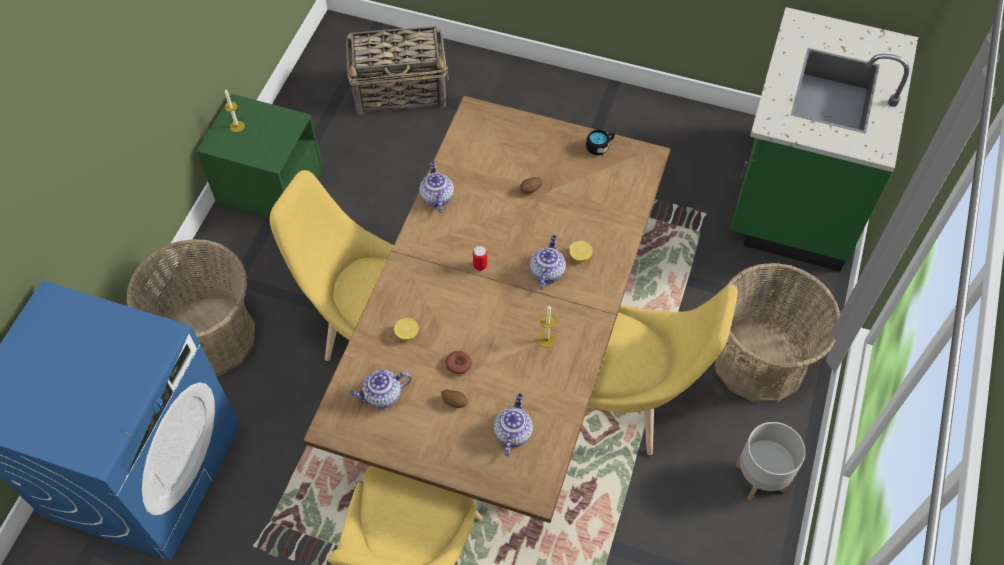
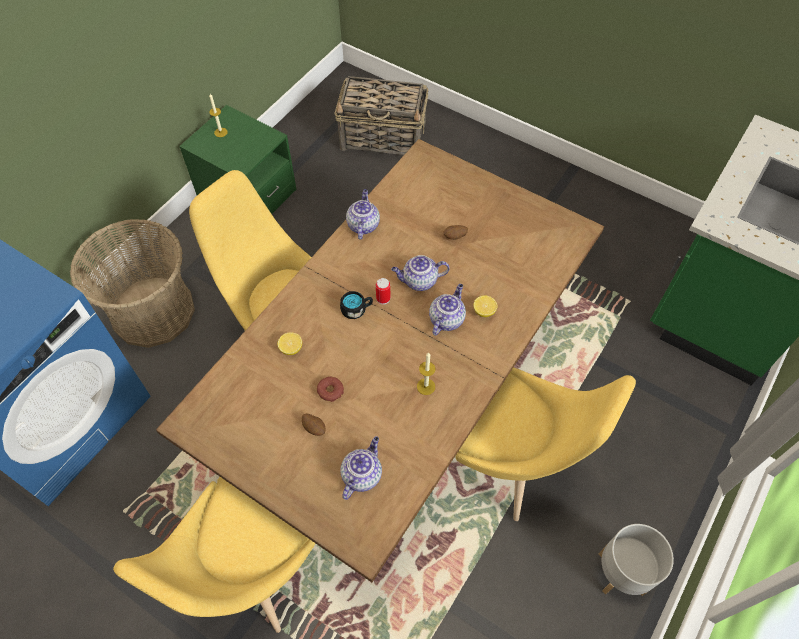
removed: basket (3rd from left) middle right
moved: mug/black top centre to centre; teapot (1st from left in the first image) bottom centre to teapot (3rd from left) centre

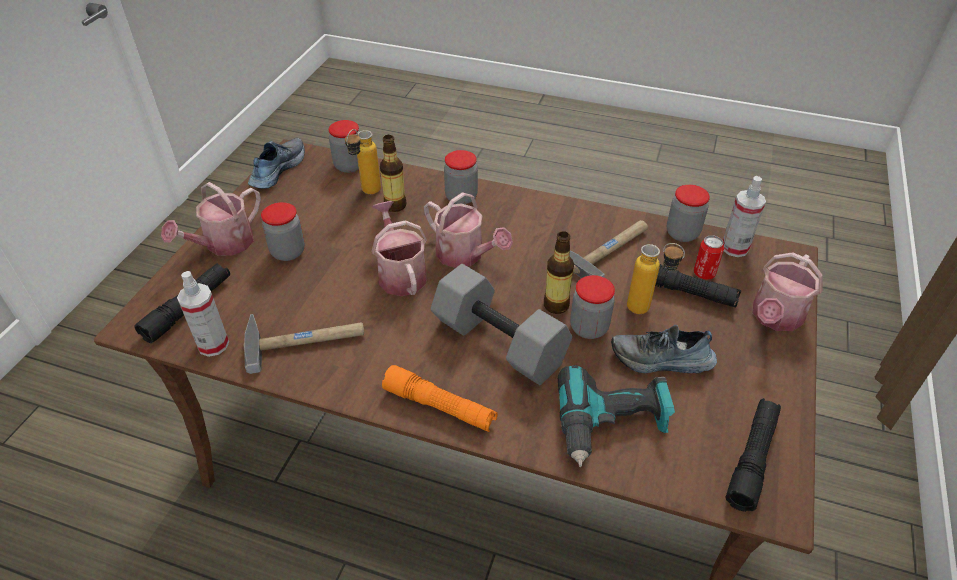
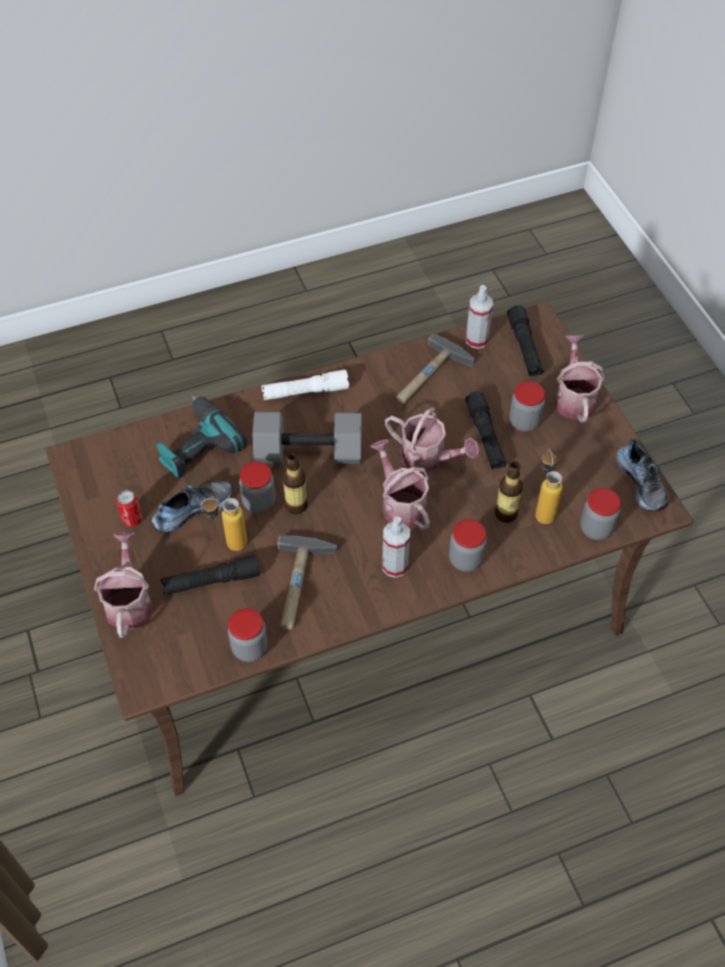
moved: spray bottle (2nd from left in the first image) middle right to spray bottle (1st from left) centre; can middle right to middle left; flashlight/black (3rd from left in the first image) bottom right to flashlight/black (2nd from left) middle right
recoloured: flashlight/orange bottom centre to flashlight/white centre
turned: watering can (3rd from left in the first image) centre = centre 60 degrees clockwise

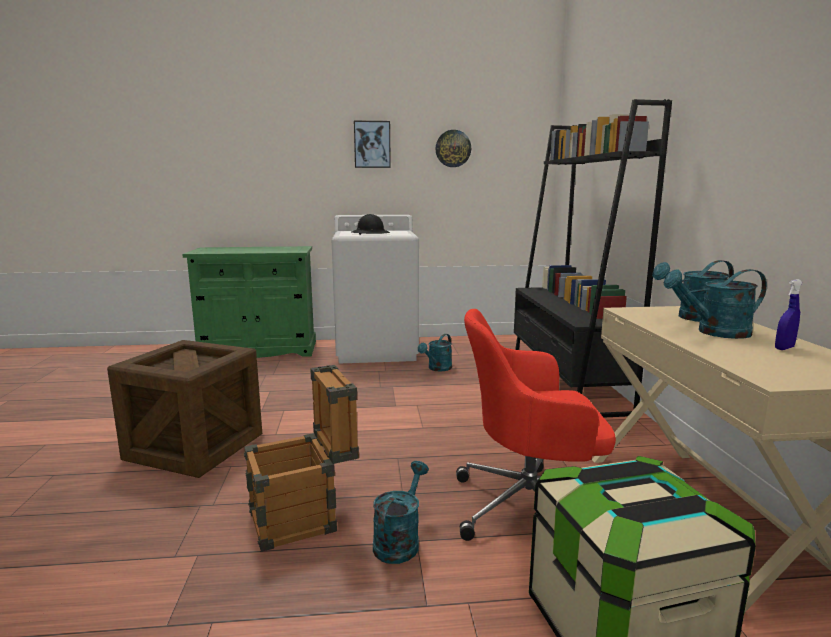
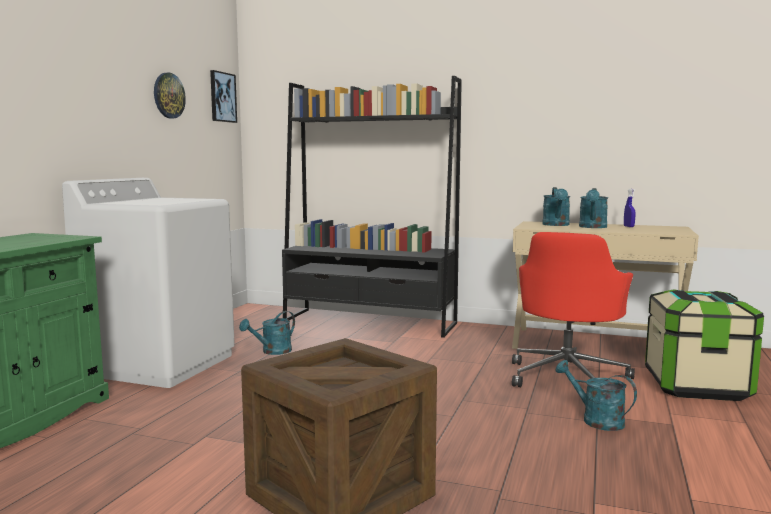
removed: hard hat/black centre; crate (2nd from left) bottom centre
moved: picture top centre to top left
turned: watering can/turquoise (2nd from left in the first image) centre = centre 75 degrees clockwise

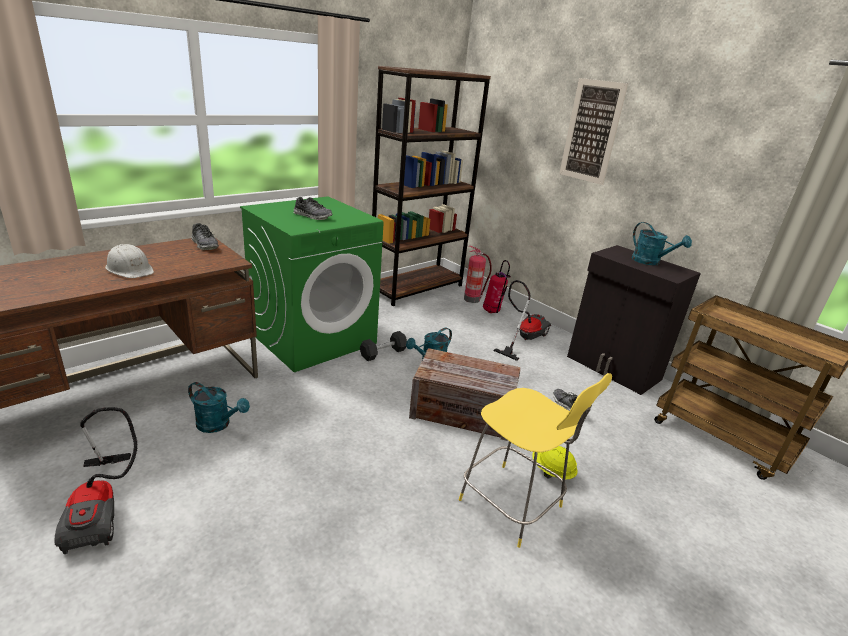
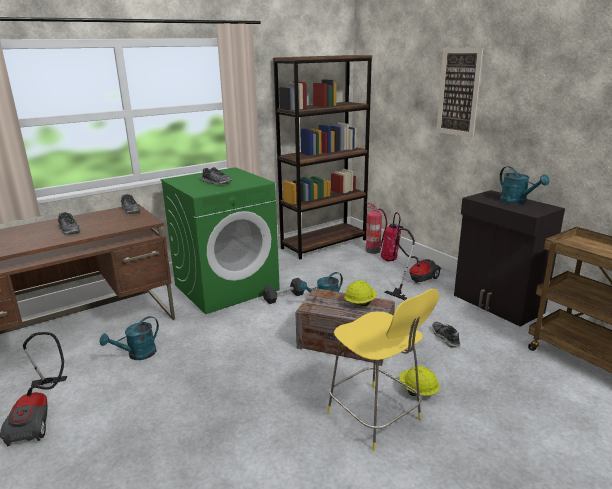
added: hard hat/yellow (1st from left) centre
replaced: hard hat/white middle left to shoe (1st from left) middle left
turned: watering can/turquoise (1st from left) middle left = bottom left 105 degrees clockwise

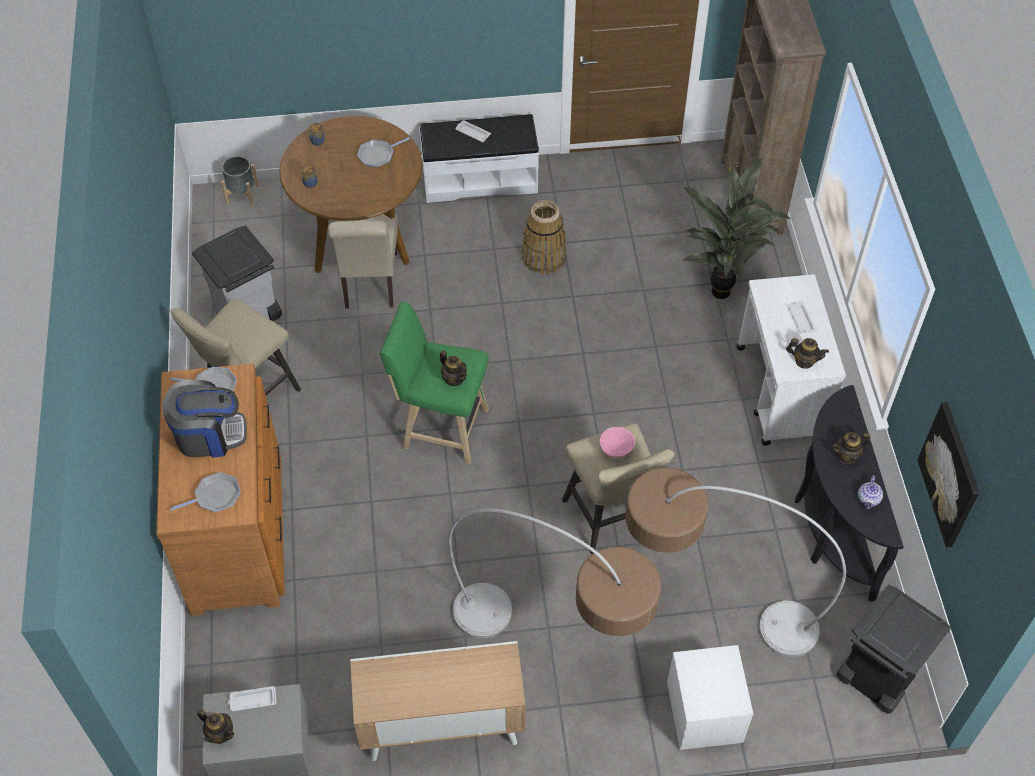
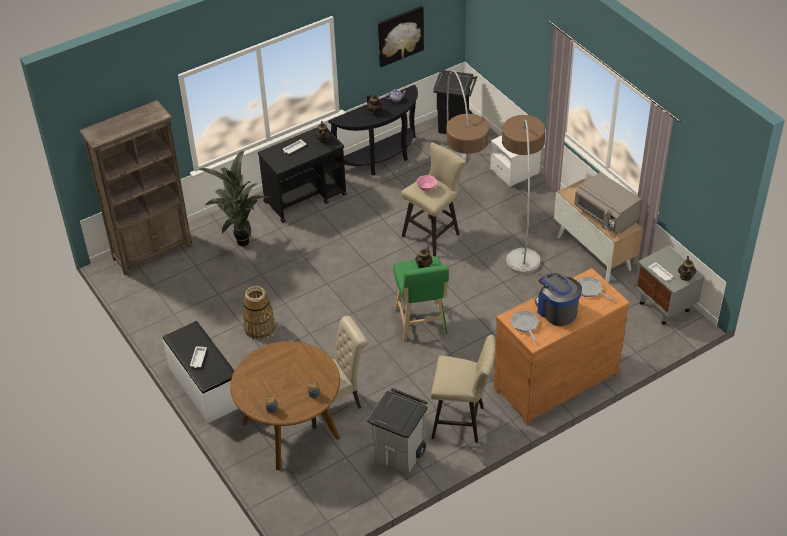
removed: frying pan (3rd from left) top centre; planter/grey top left
added: microwave/grey middle right
recoloured: cart/white middle right to cart/black top centre

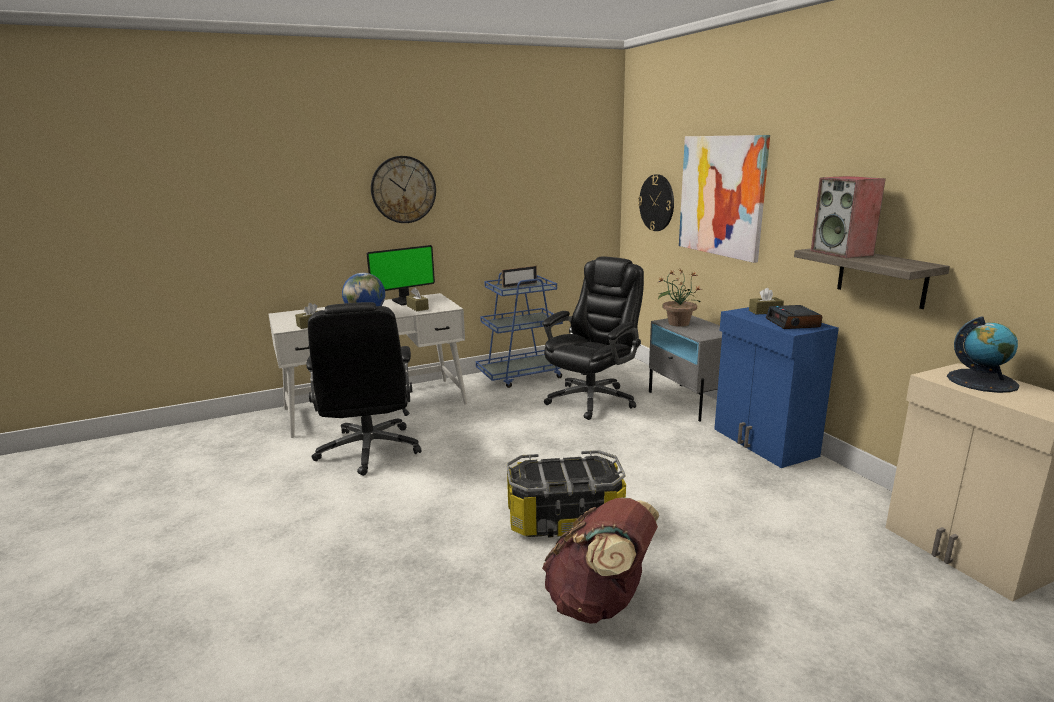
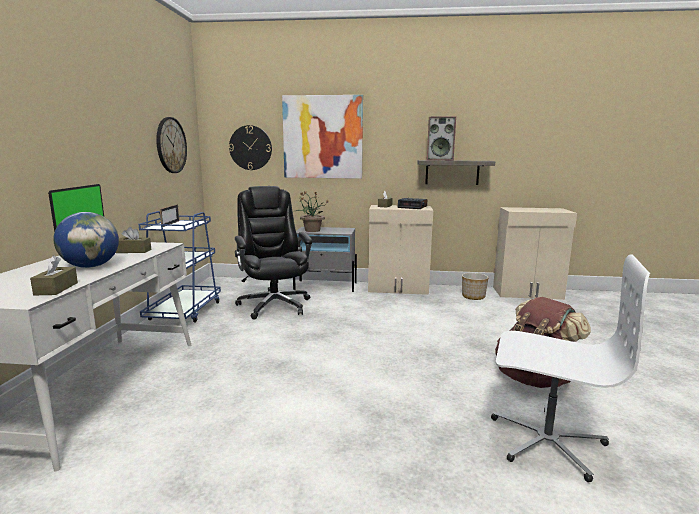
removed: office chair/black (1st from left) centre; globe (2nd from left) middle right; storage box bottom centre
added: office chair/white bottom right; planter middle right
moved: wall clock (1st from left) top centre to top left
recoloured: cabinet/blue middle right to cabinet/beige (1st from left) centre

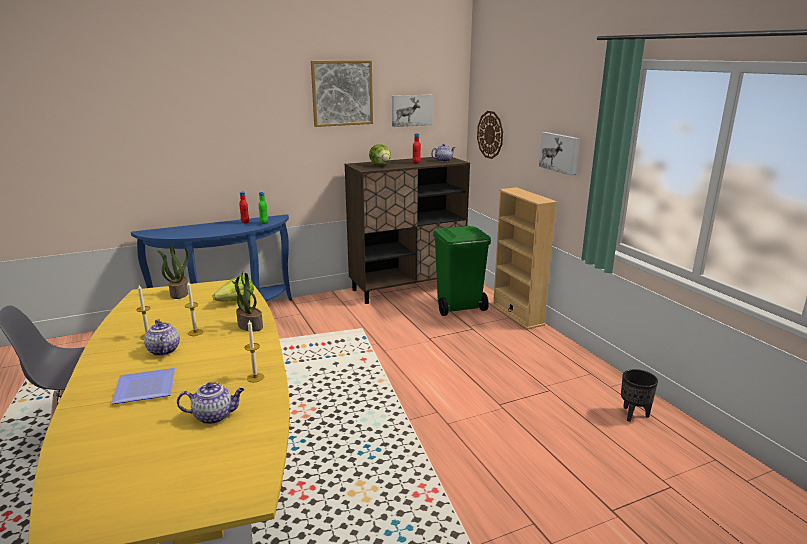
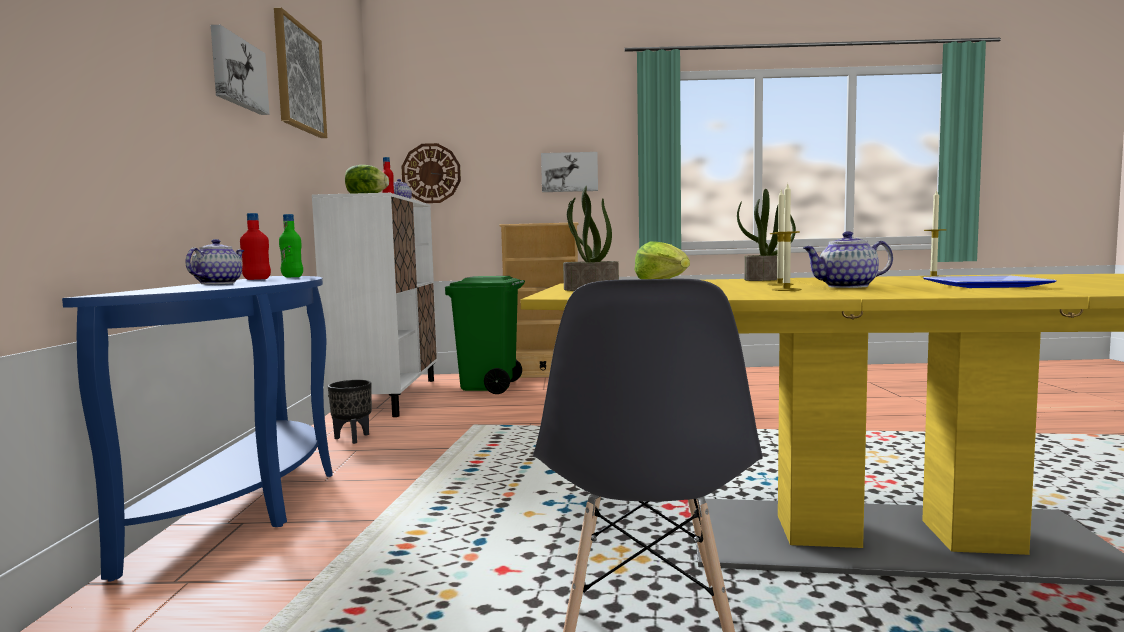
moved: picture (2nd from left in the first image) top centre to picture (1st from left) top left; planter/black bottom right to middle left; teapot (2nd from left in the first image) bottom left to teapot (1st from left) middle left
recoloured: cabinet/brown centre to cabinet/white middle left

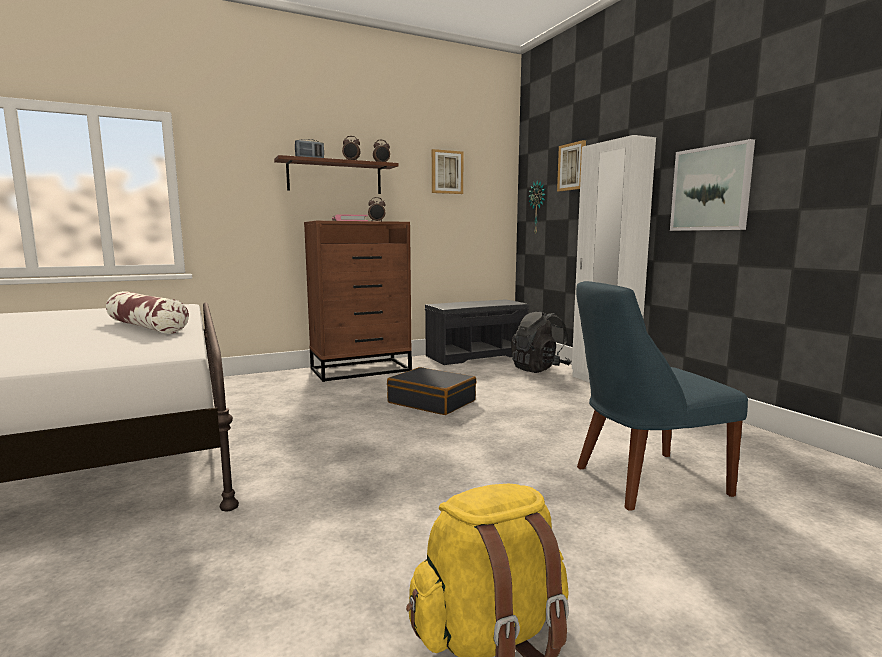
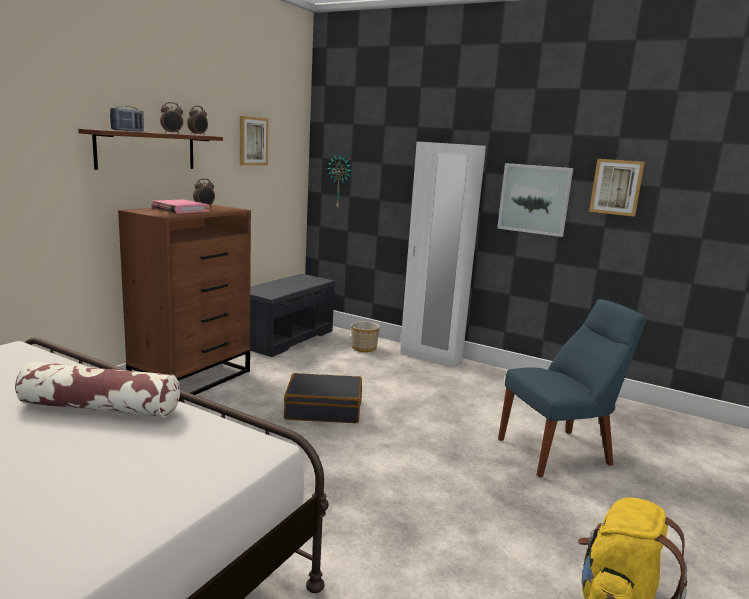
moved: picture (2nd from left in the first image) top centre to picture (3rd from left) top right
replaced: backpack/black centre to planter centre
turned: chair/blue middle right = middle right 150 degrees counterclockwise

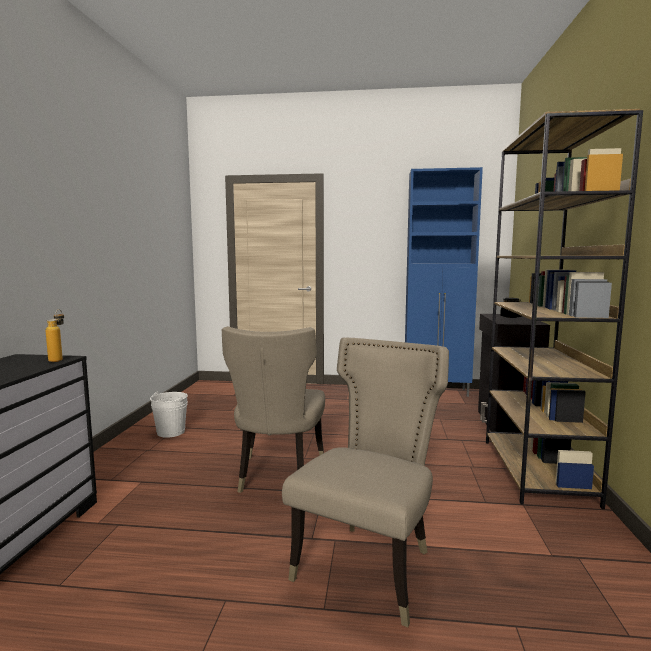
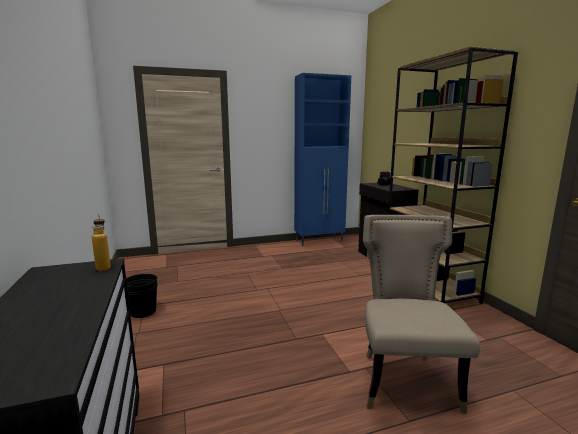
removed: chair/beige (1st from left) centre
recoloured: bucket/white middle left to bucket/black bottom left

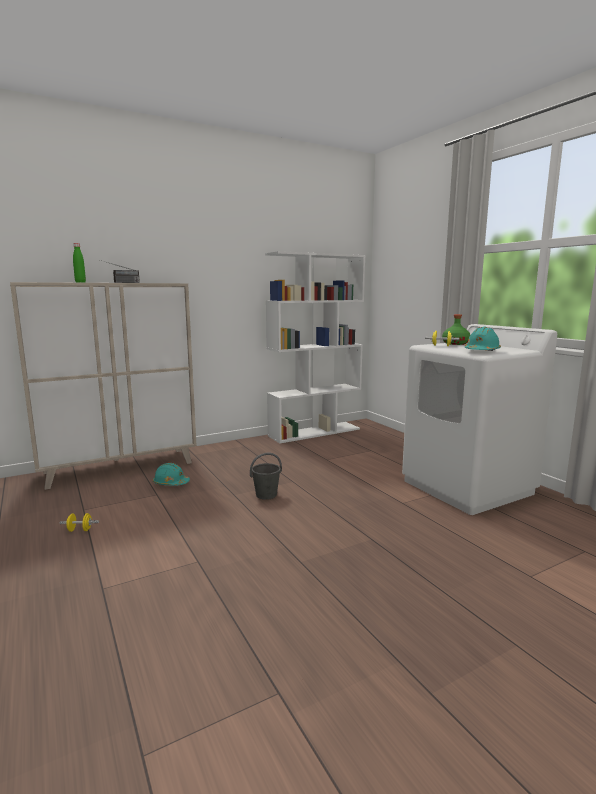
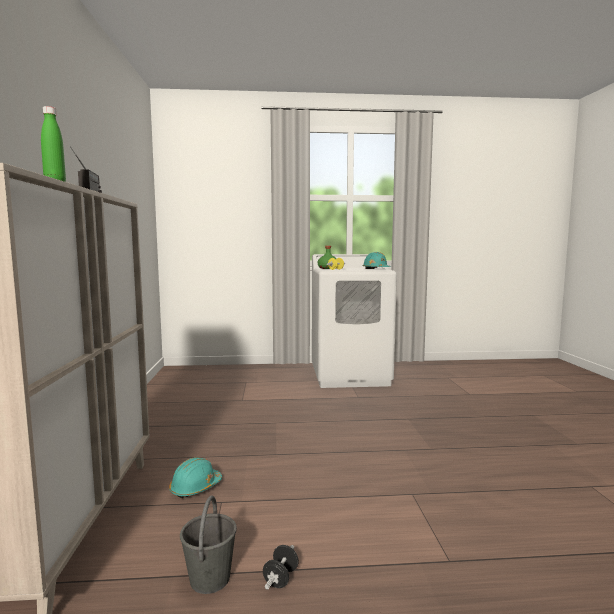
removed: bookcase/white centre
moved: bucket/grey centre to bottom centre
recoloured: dumbbell/yellow (1st from left) middle left to dumbbell/black bottom centre

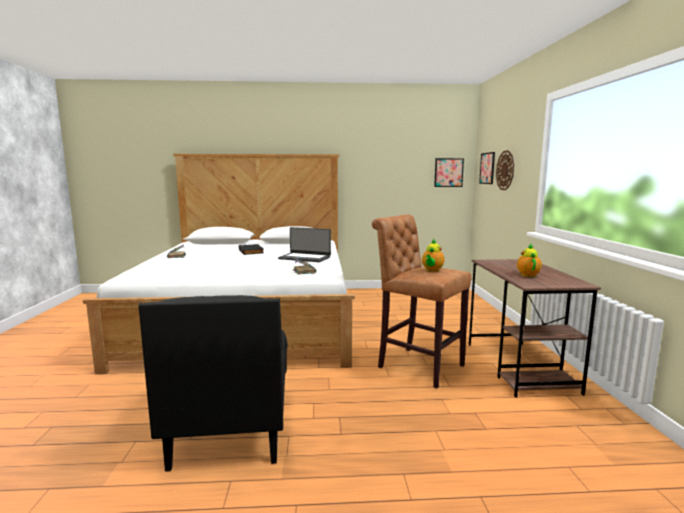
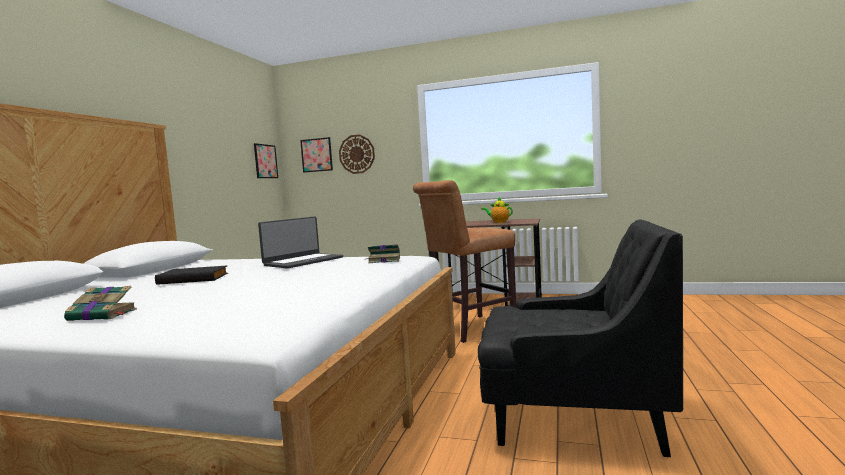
removed: teapot (1st from left) centre

